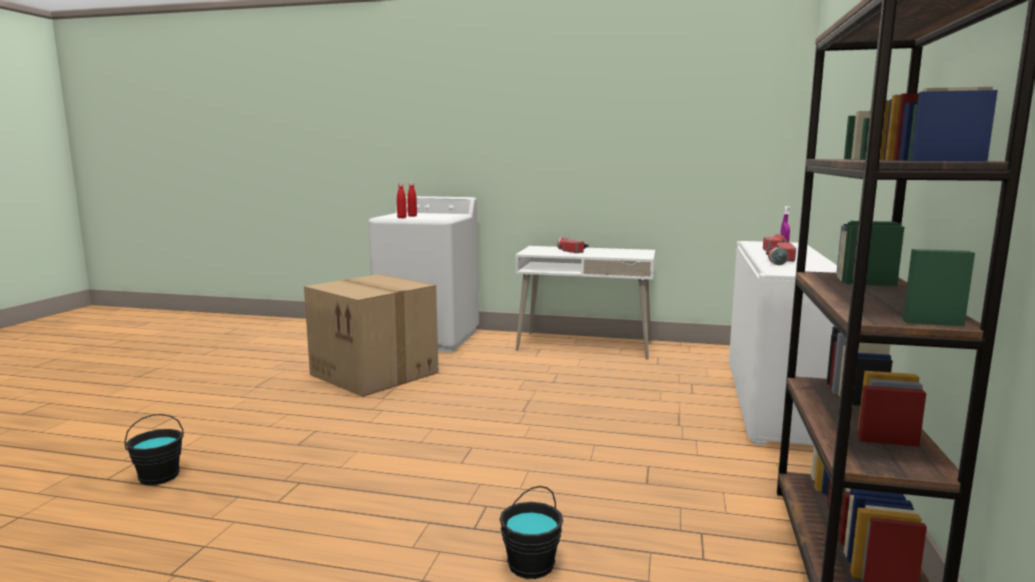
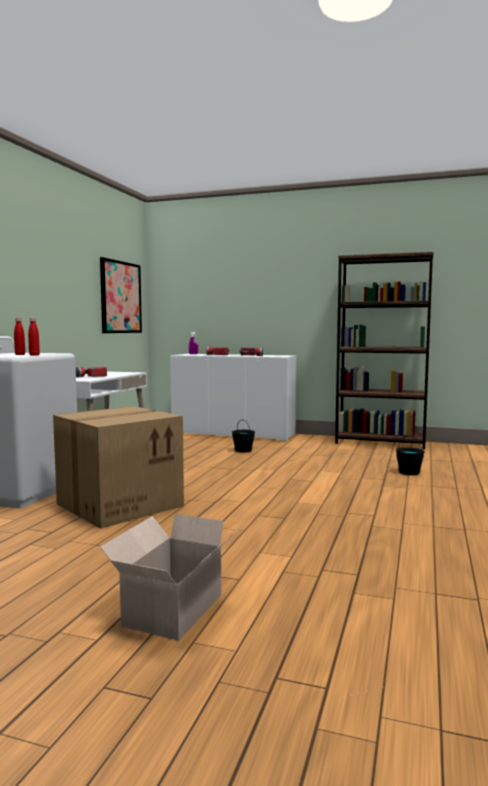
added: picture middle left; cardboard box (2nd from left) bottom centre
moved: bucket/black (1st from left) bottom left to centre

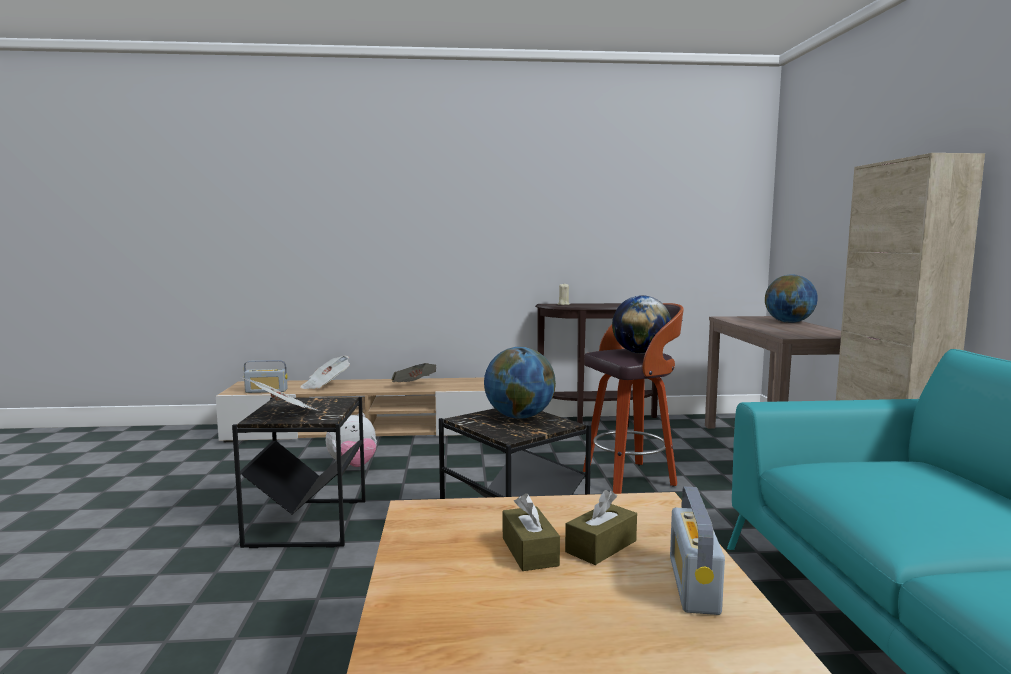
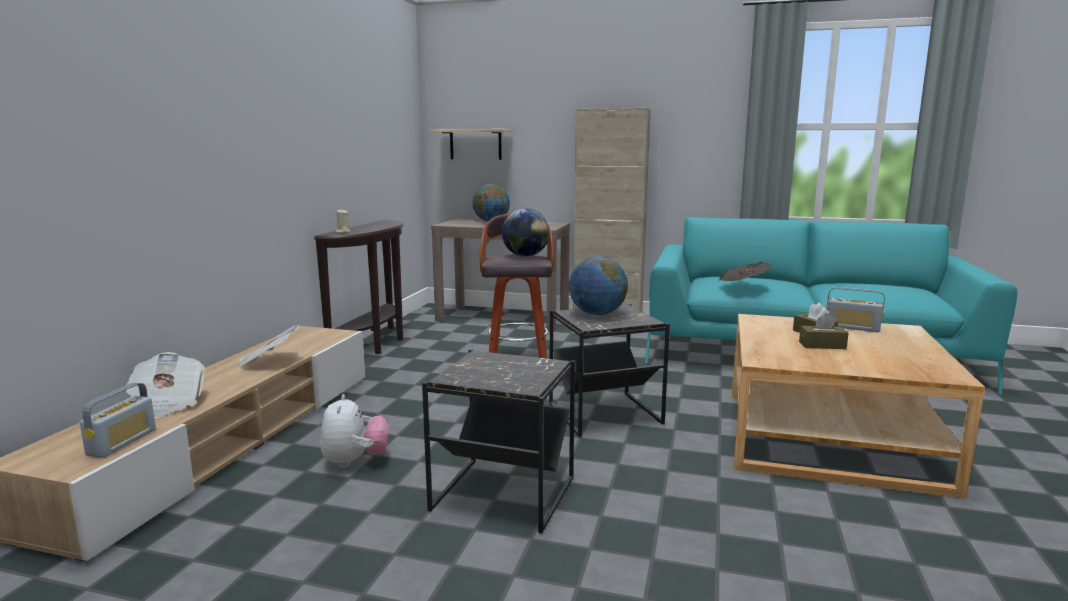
added: shelf top centre
moved: newspaper (1st from left in the first image) middle left to newspaper (3rd from left) middle right

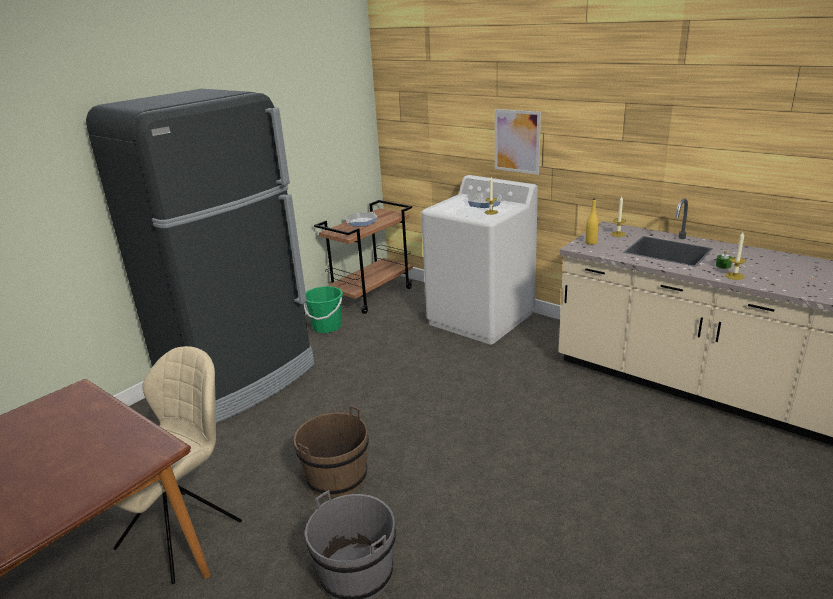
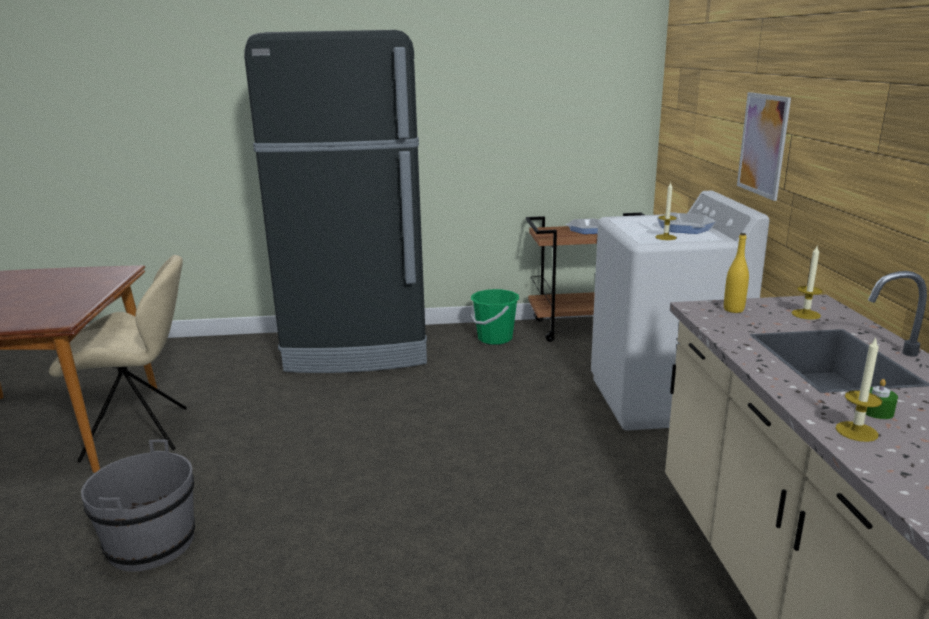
removed: bucket/brown bottom centre

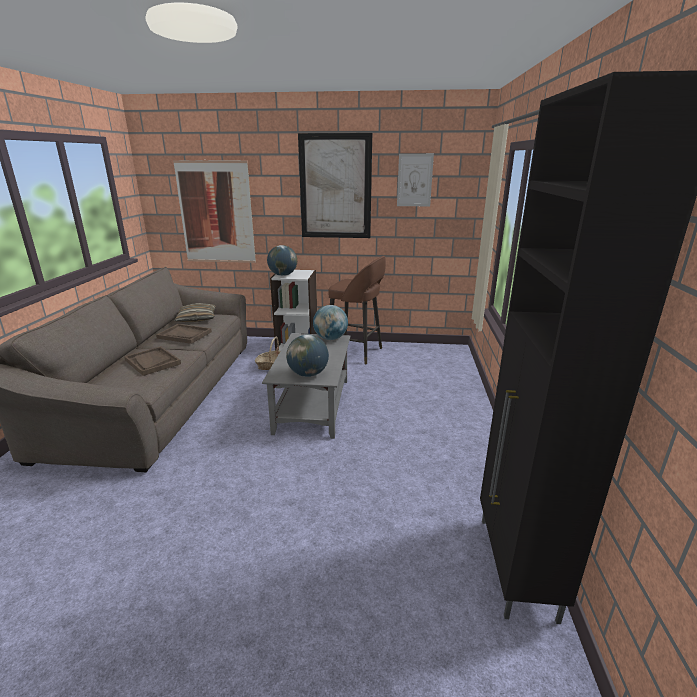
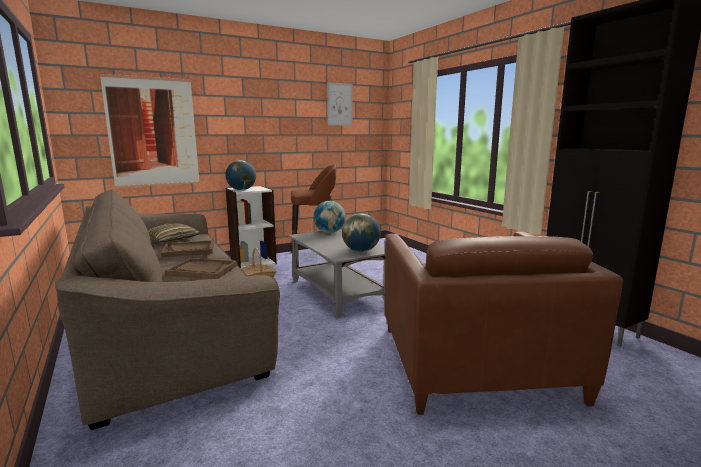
removed: picture (2nd from left) top centre
added: armchair/brown bottom right

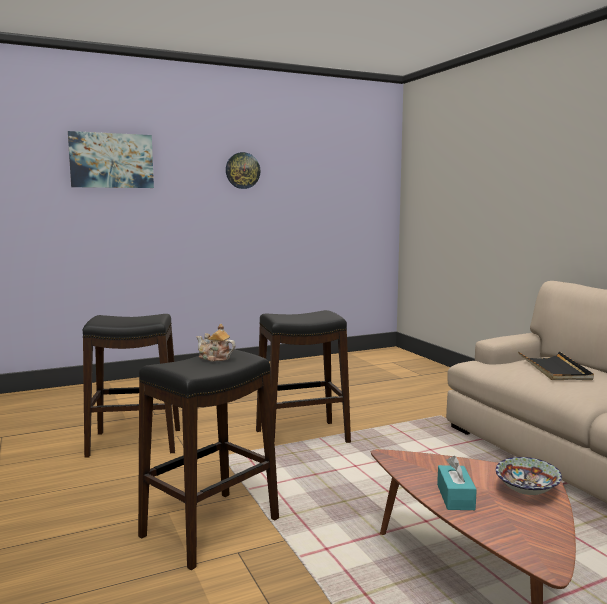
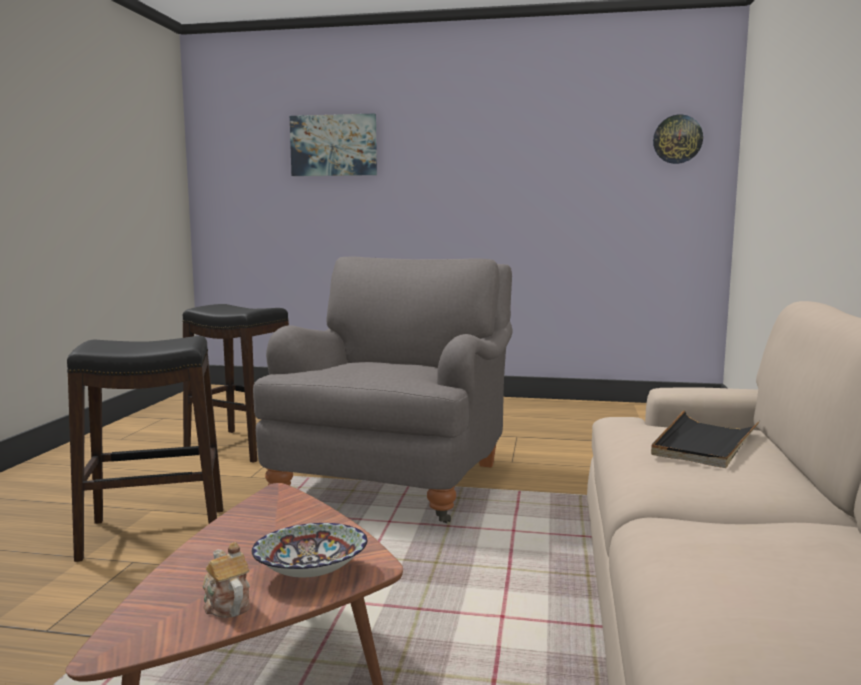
removed: tissue box/turquoise bottom right
moved: wall clock top centre to top right; teapot centre to bottom left
replaced: stool/black (3rd from left) centre to armchair/grey centre

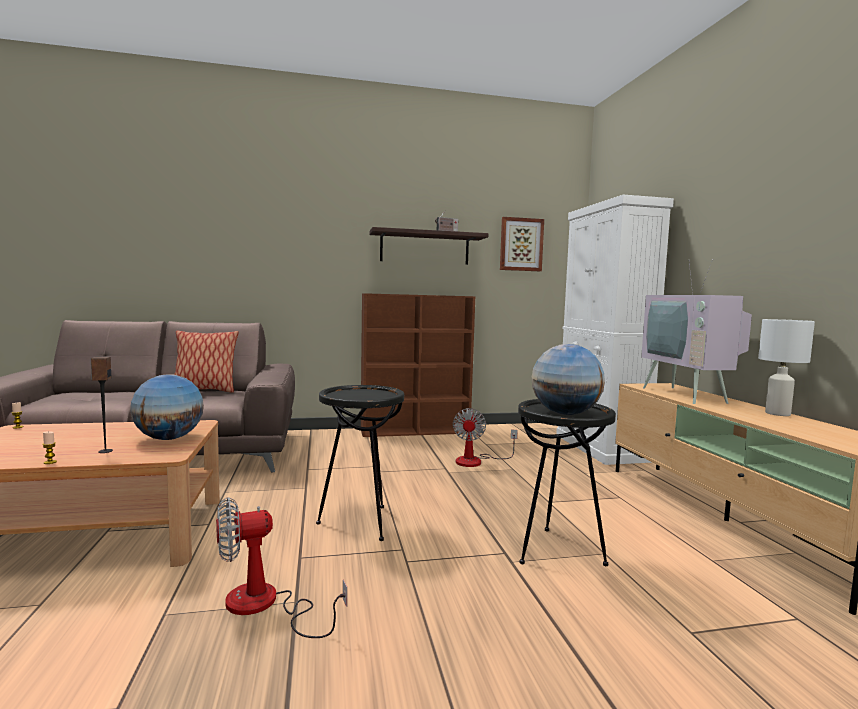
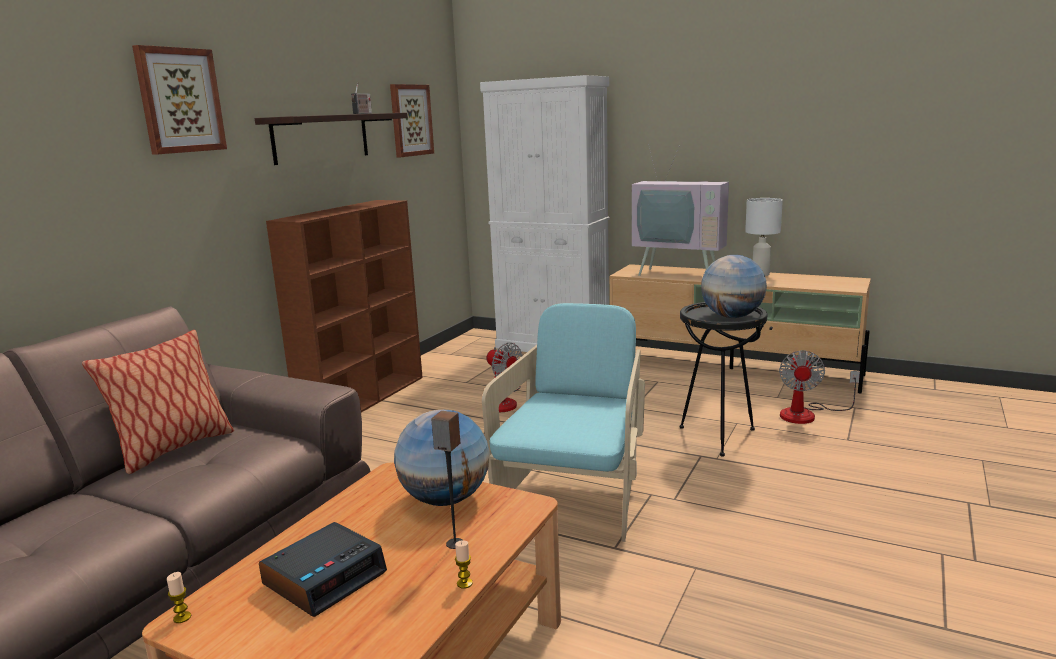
added: picture (1st from left) top left; alarm clock bottom left
moved: fan (1st from left in the first image) bottom left to fan (2nd from left) middle right
replaced: side table/black (1st from left) centre to armchair/turquoise centre

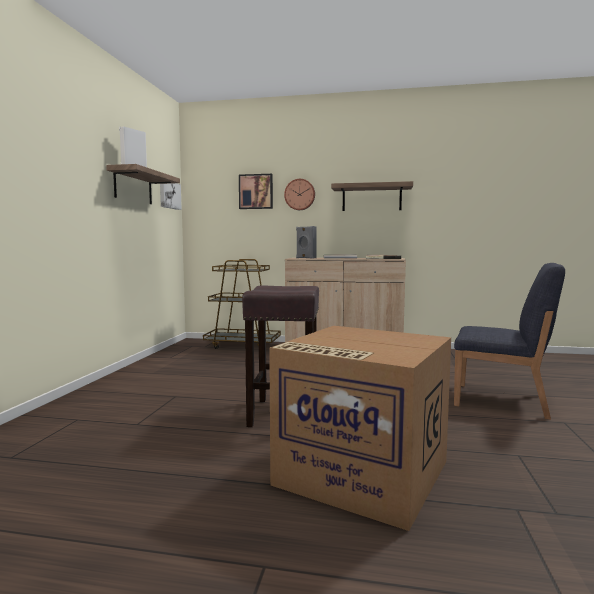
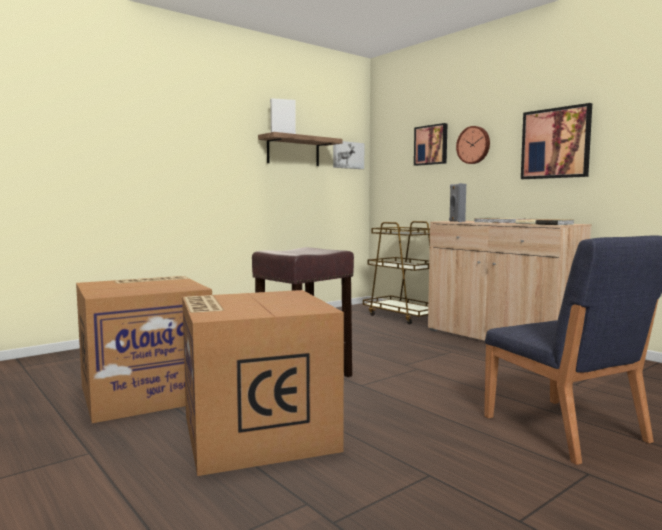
added: cardboard box (1st from left) middle left
replaced: shelf (2nd from left) top centre to picture (3rd from left) top right

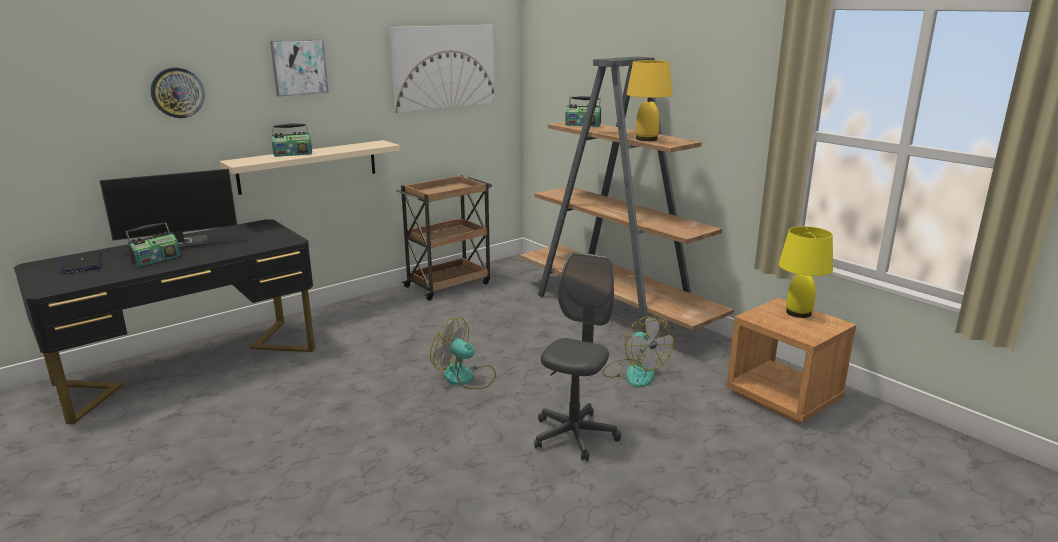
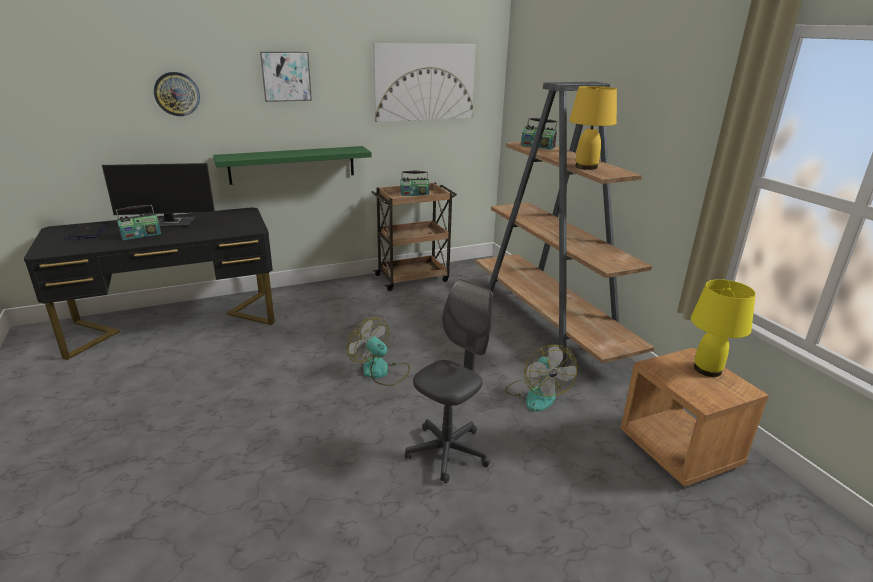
moved: radio (2nd from left) top left to top centre
recoloured: shelf/beige top left to shelf/green top centre

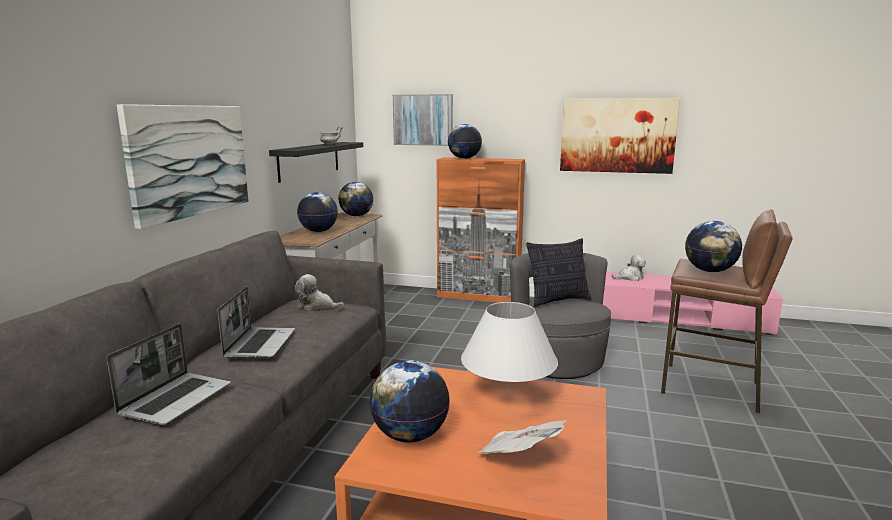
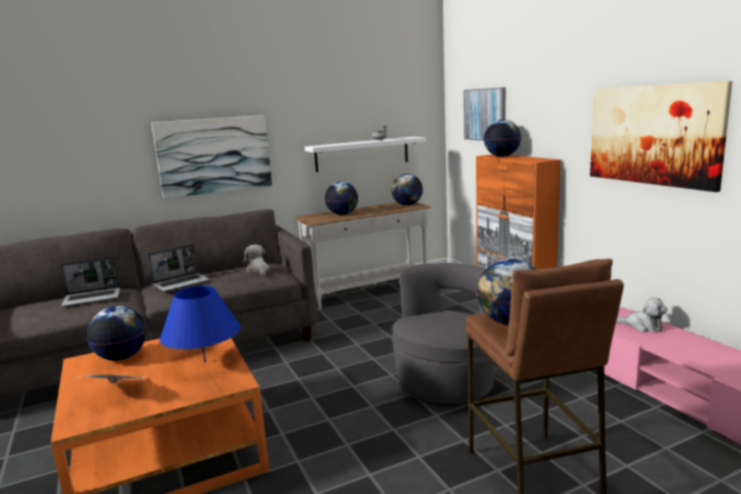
removed: pillow centre
recoloured: shelf/black top centre to shelf/white top centre; table lamp/white bottom centre to table lamp/blue middle left

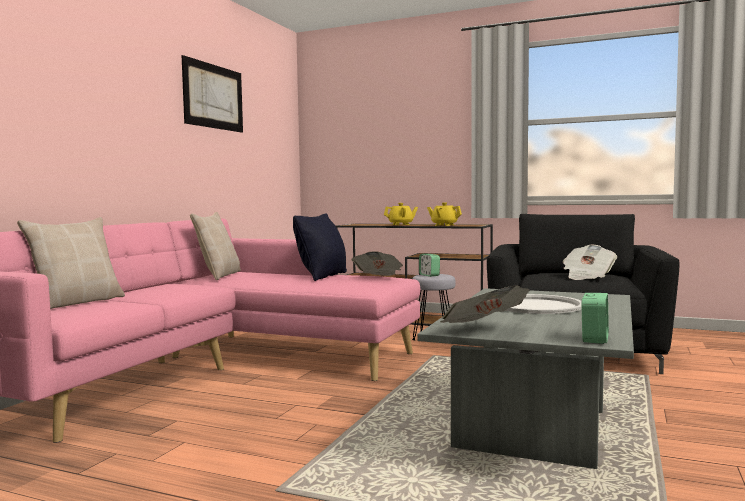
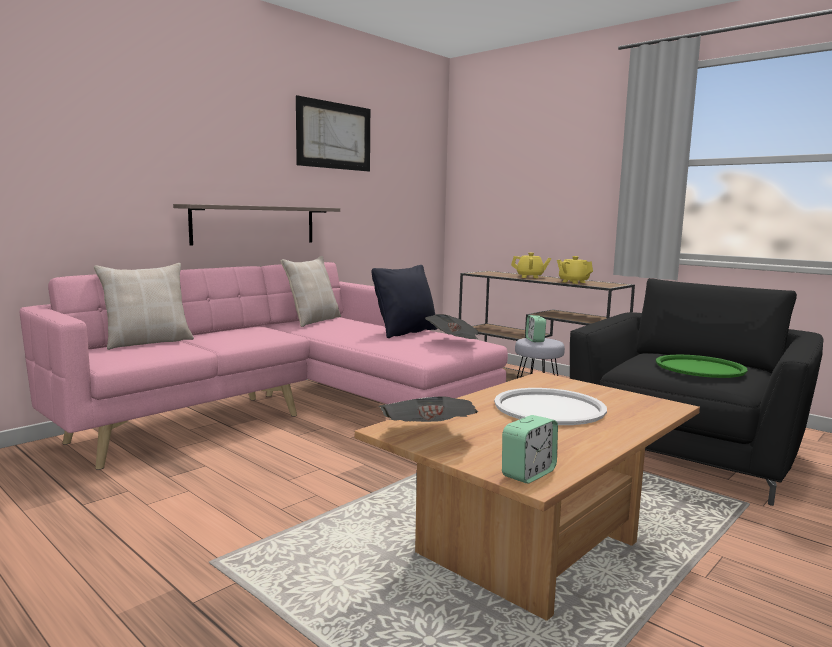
added: shelf middle left
replaced: newspaper (3rd from left) middle right to tray/green middle right
recoloured: coffee table/grey bottom right to coffee table/brown bottom centre

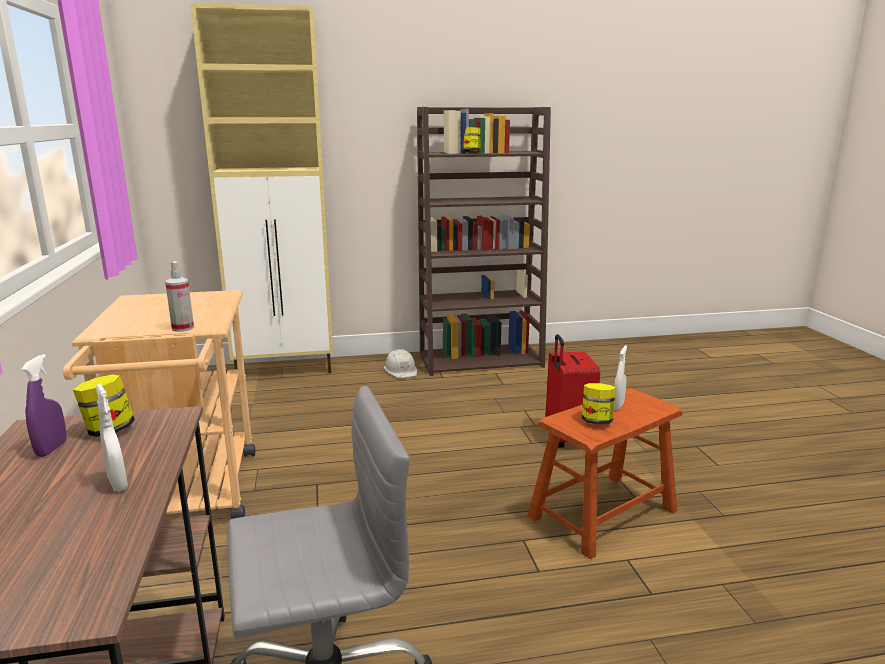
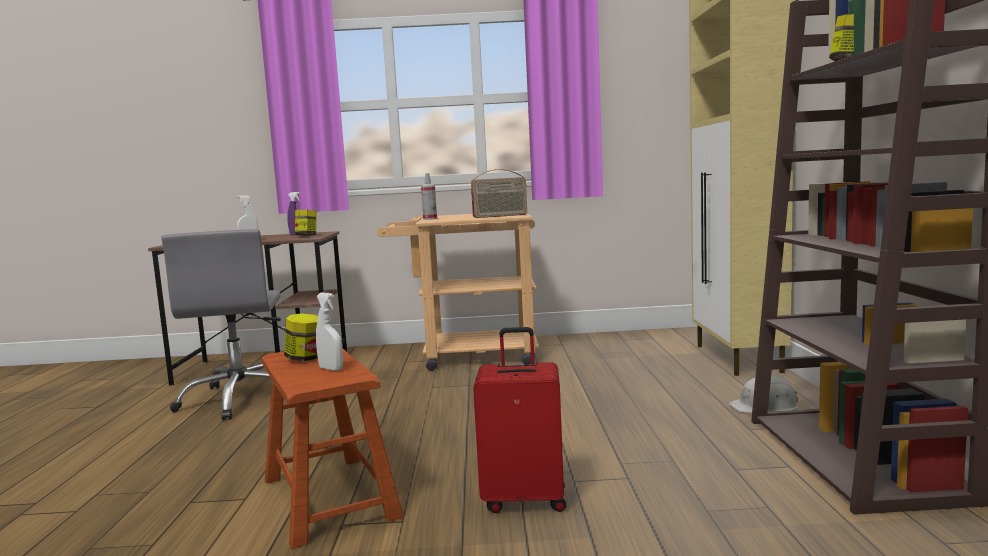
added: radio centre

